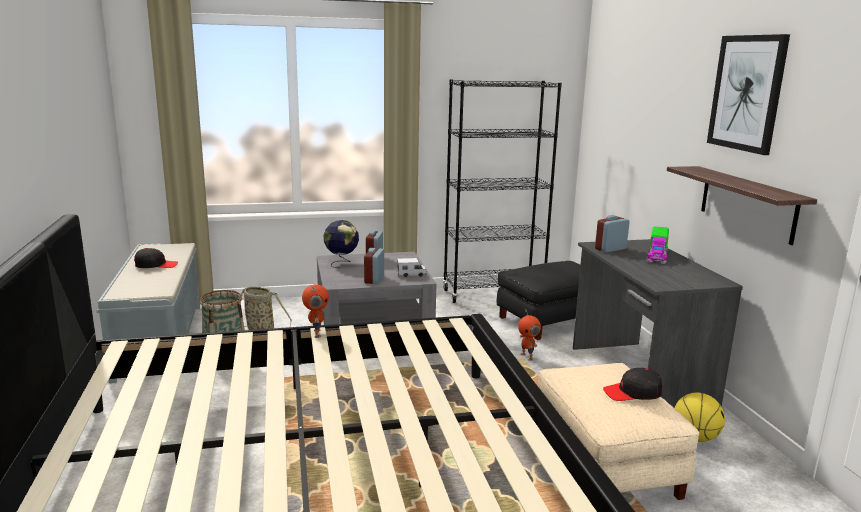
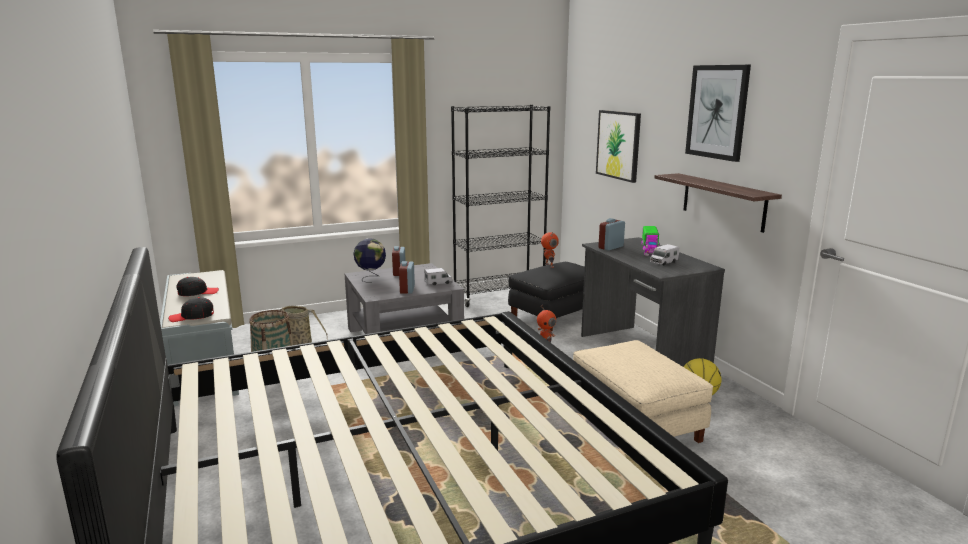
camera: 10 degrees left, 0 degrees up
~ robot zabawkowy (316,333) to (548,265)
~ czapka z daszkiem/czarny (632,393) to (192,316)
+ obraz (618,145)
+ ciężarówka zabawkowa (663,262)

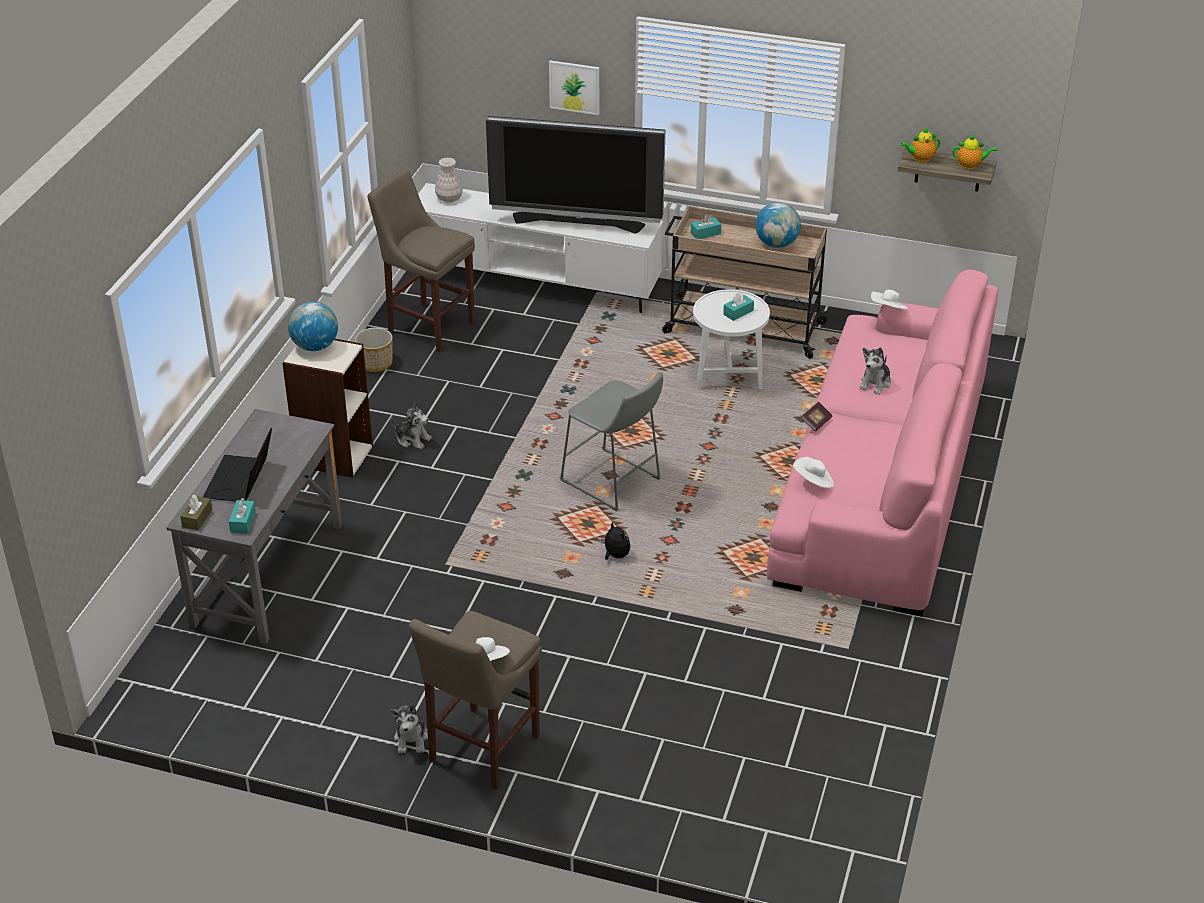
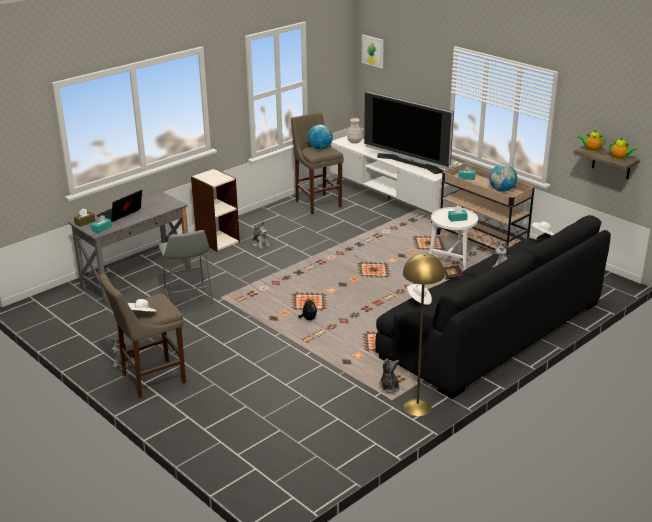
camera: 30 degrees right, 10 degrees down
~ globus (315,346) to (320,148)
- donica (376,363)
~ obraz (574,87) to (373,51)
~ stołek/szary (614,483) to (188,299)
~ kanapa/różowy (881,482) to kanapa/czarny (492,330)
+ pluszak (389,388)
+ lampa stojąca/żółty (417,407)

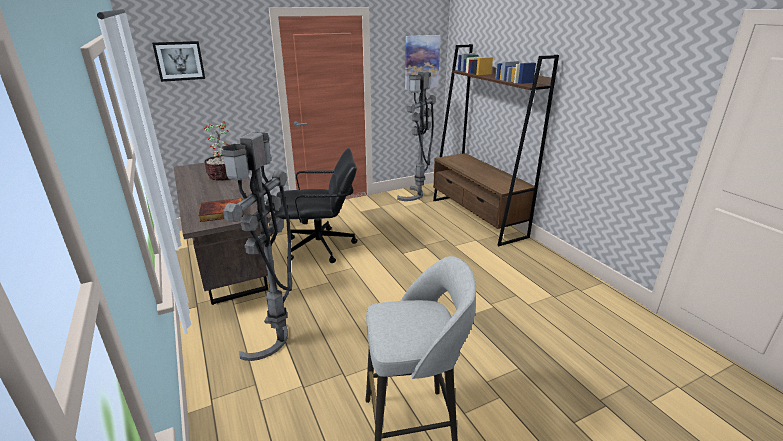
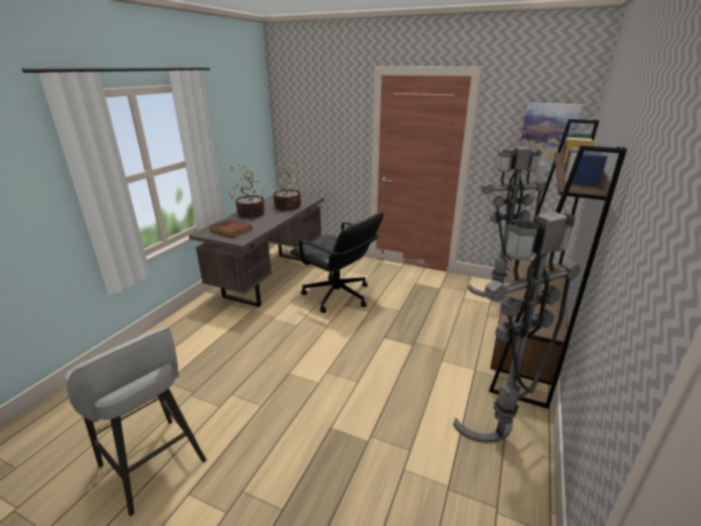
camera: 50 degrees right, 0 degrees up
- obraz (179,61)
~ lampa stojąca/szary (277,342) to (495,433)
+ roślina doniczkowa (250,213)

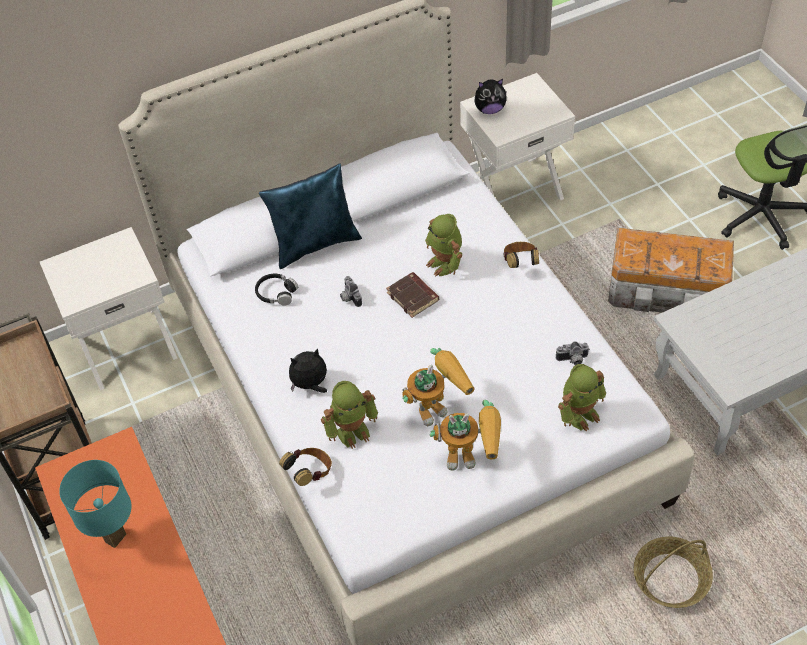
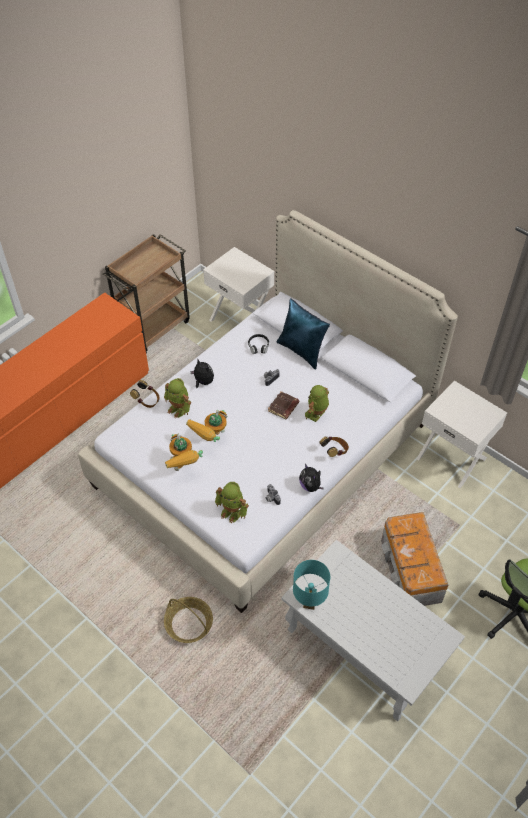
camera: 65 degrees right, 0 degrees up
~ lampa stołowa/turkusowy (115,538) to (308,605)
~ robot zabawkowy (438,405) = (211,441) 90 degrees clockwise
~ pluszak (490,109) to (310,486)

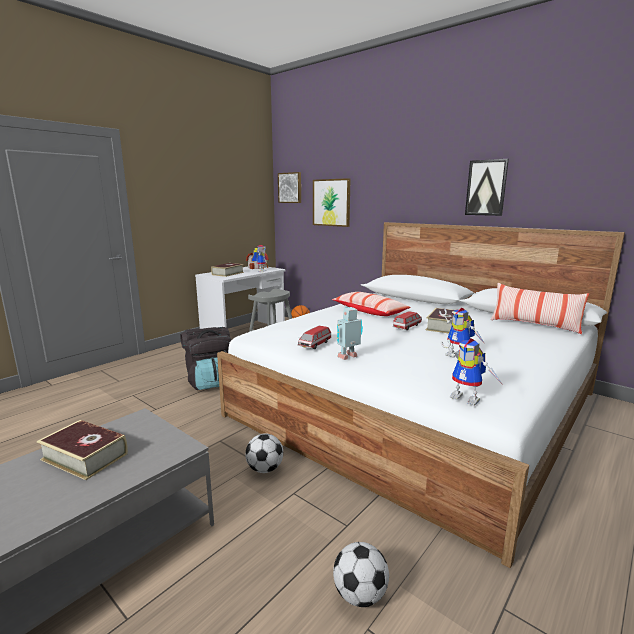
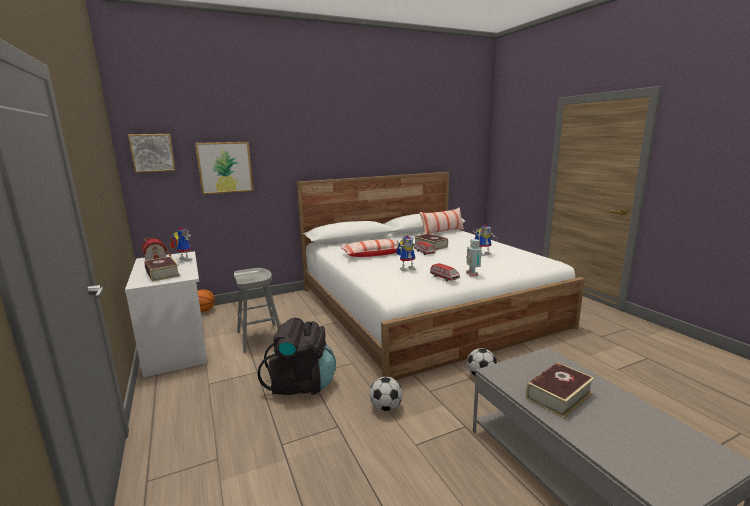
camera: 65 degrees left, 0 degrees up
~ piłka futbolowa (359,595) to (386,407)
~ robot zabawkowy (468,398) to (408,268)
- obraz (486,188)

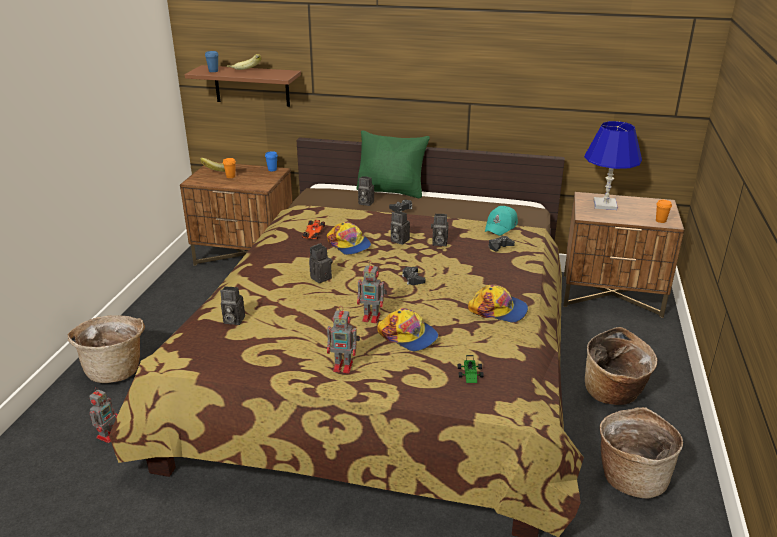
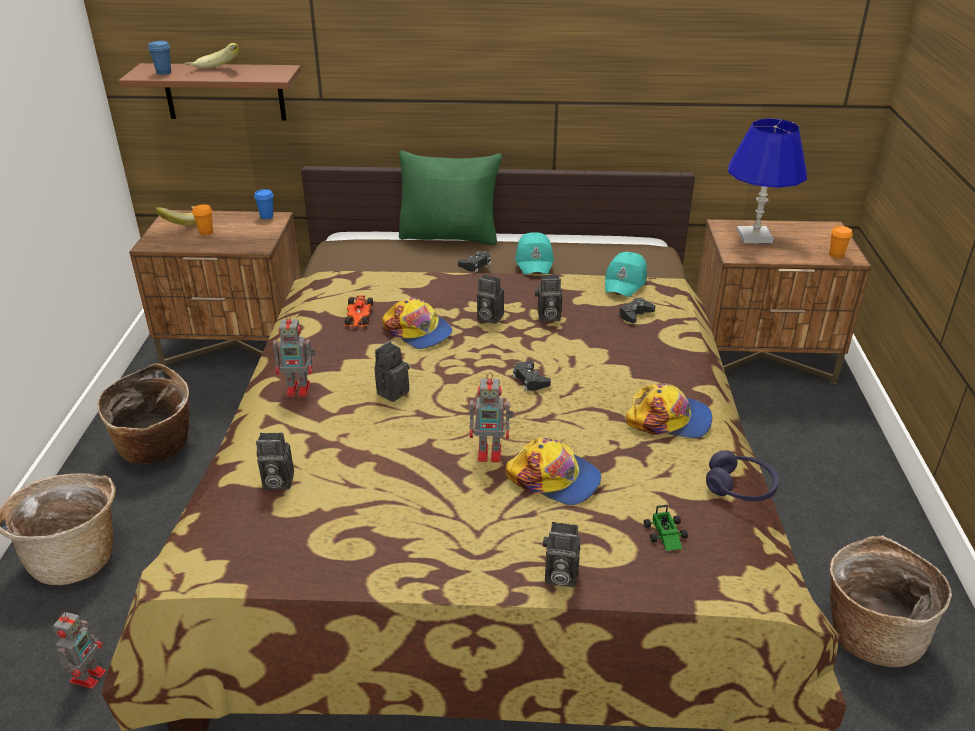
camera: 10 degrees left, 5 degrees up
~ robot zabawkowy (344,366) to (300,389)
~ aparat fotograficzny (365,203) to (559,576)
~ koszyk (614,394) to (156,449)
+ czapka z daszkiem/turkusowy (535,261)
+ słuchawki/fioletowy (740,487)

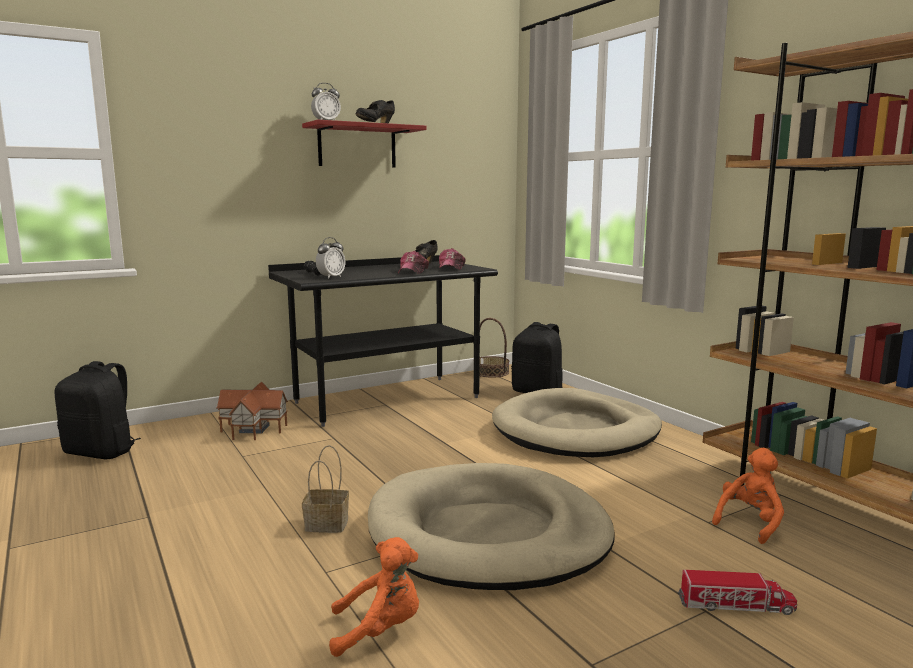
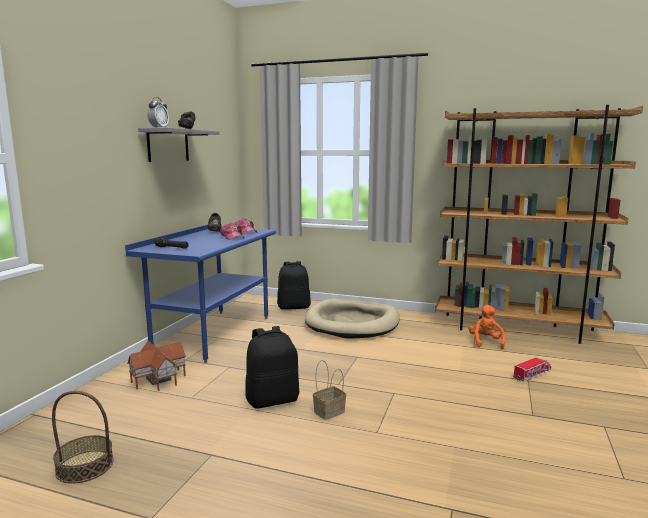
camera: 40 degrees left, 0 degrees up
~ plecak/czarny (102,452) to (272,400)
~ biurko/czarny (387,400) to biurko/niebieski (213,334)
~ półka/czerwony (357,146) to półka/szary (168,145)
- budzik (331,277)
- pluszak/pomarańczowy (380,630)
- legowisko/beżowy (488,533)
~ koszyk (491,372) to (85,466)

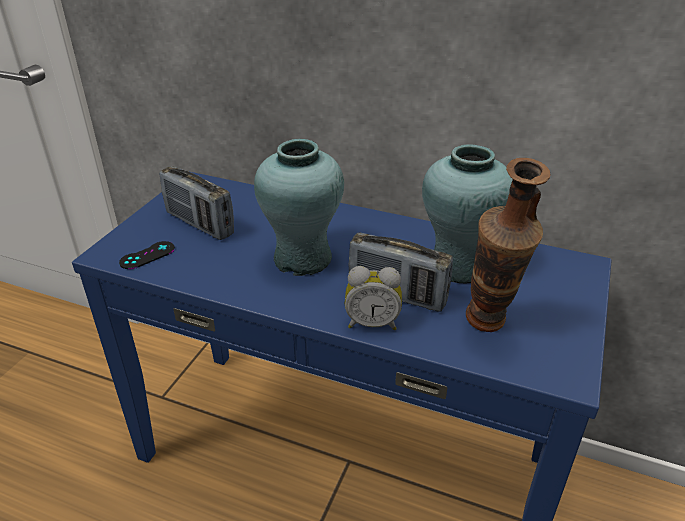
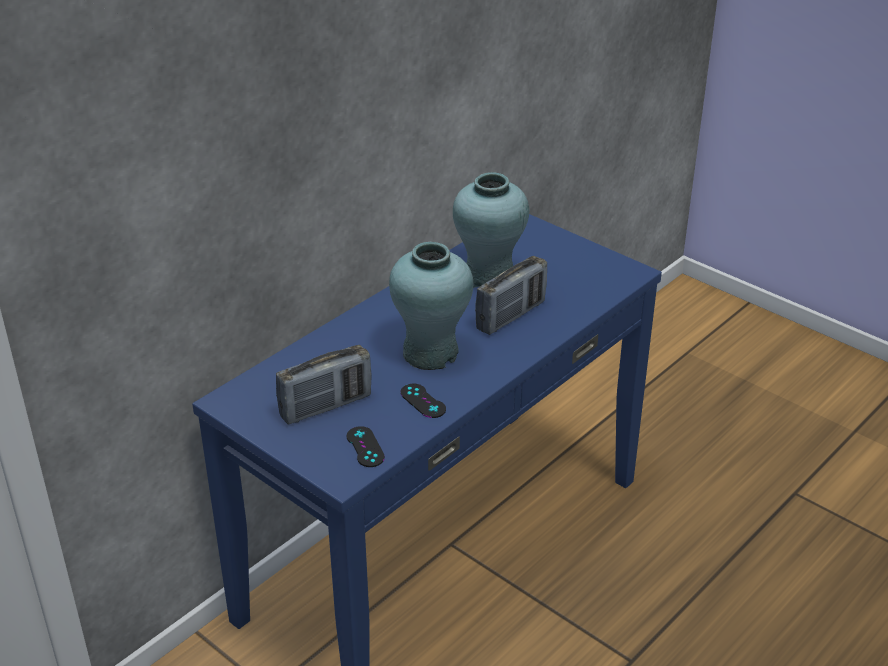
camera: 70 degrees left, 0 degrees up
- budzik (372,323)
- wazon (488,329)
+ pad do gier/czarny (423,401)

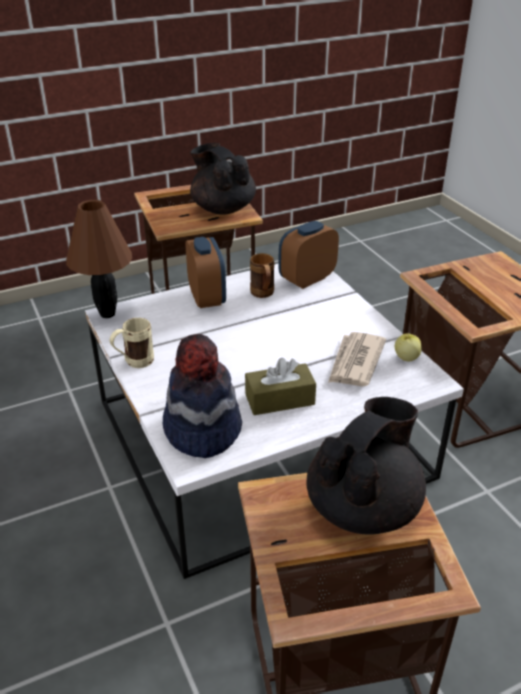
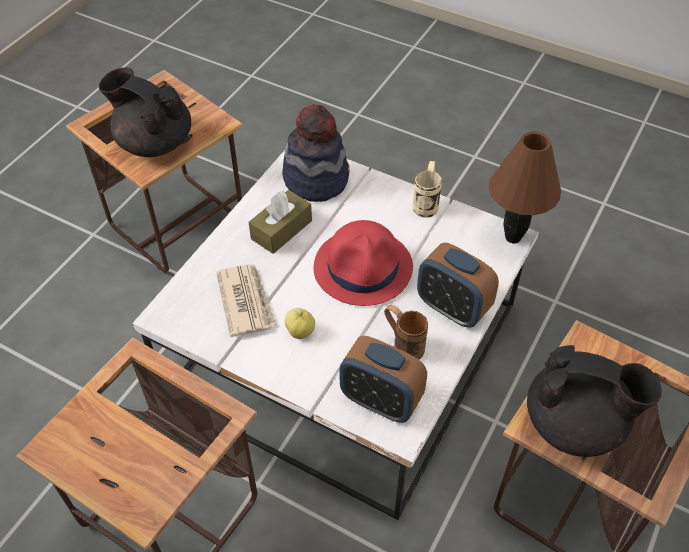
camera: 145 degrees right, 15 degrees up
~ budzik (307,279) = (381,400) 105 degrees clockwise
~ imbryk/czarny (363,507) = (154,142) 120 degrees clockwise
~ jabłko (406,358) to (300,331)
+ kapelusz/czerwony (364,267)

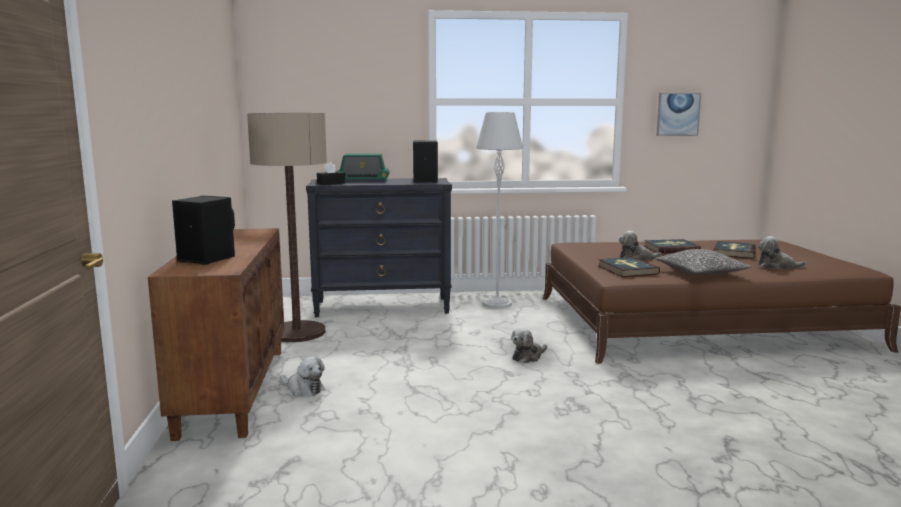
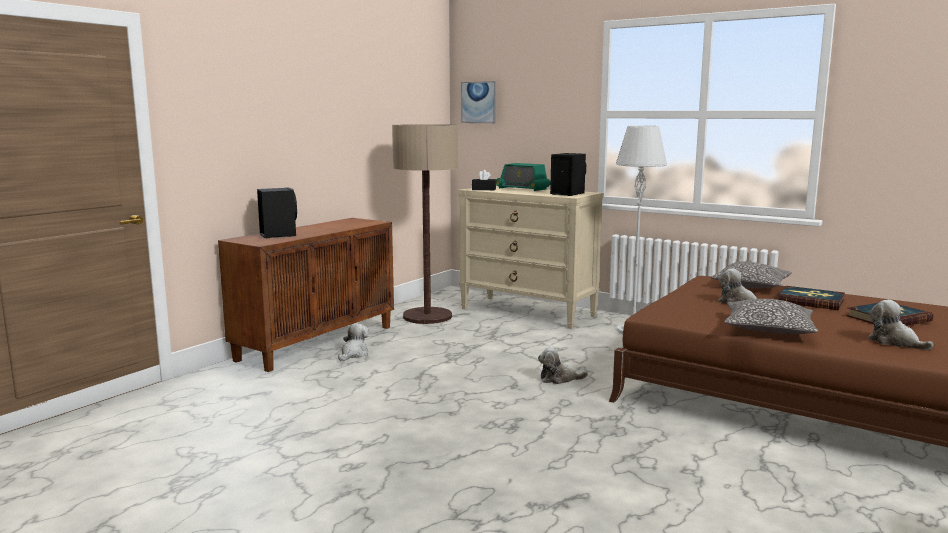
camera: 40 degrees right, 0 degrees up
~ pluszak (303,389) = (354,354) 135 degrees counterclockwise
~ komoda/czarny (383,307) to komoda/beżowy (528,312)
- książka (627,270)
~ obraz (678,114) to (479,102)
+ poduszka (751,286)

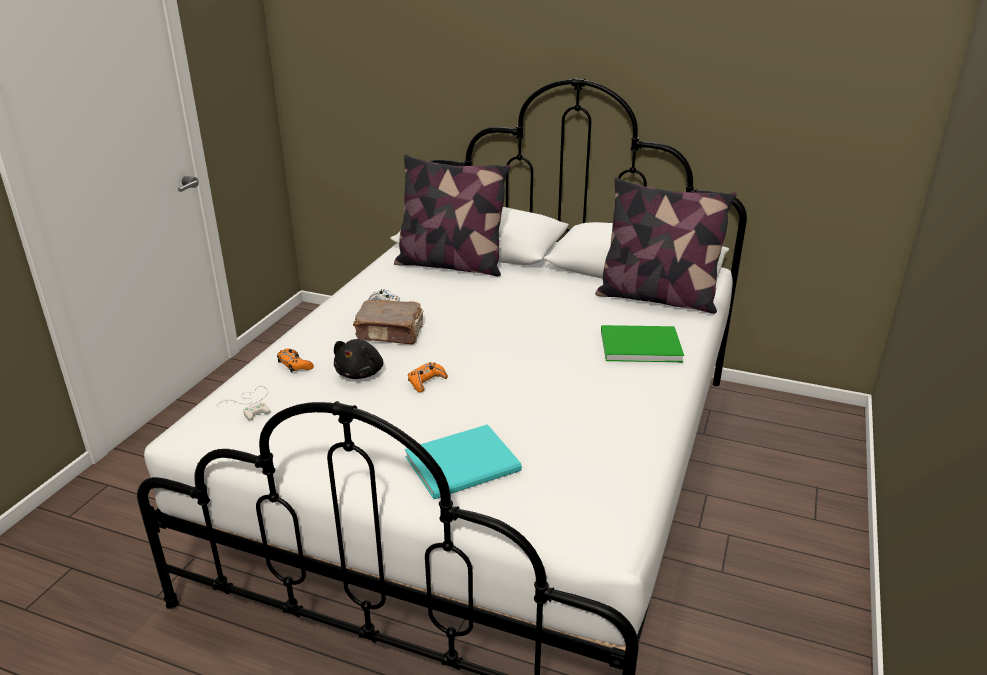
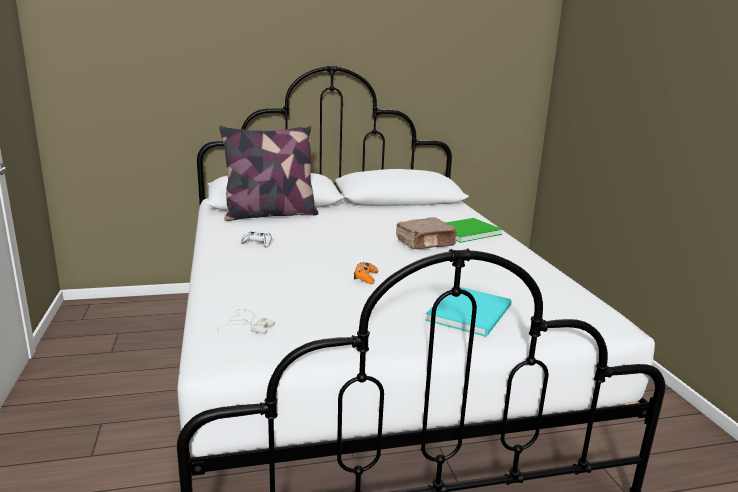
camera: 35 degrees left, 10 degrees down
- pad do gier/pomarańczowy (295,365)
- pluszak/czarny (361,373)
~ książka/brązowy (391,333) to (426,243)
- poduszka (657,298)

